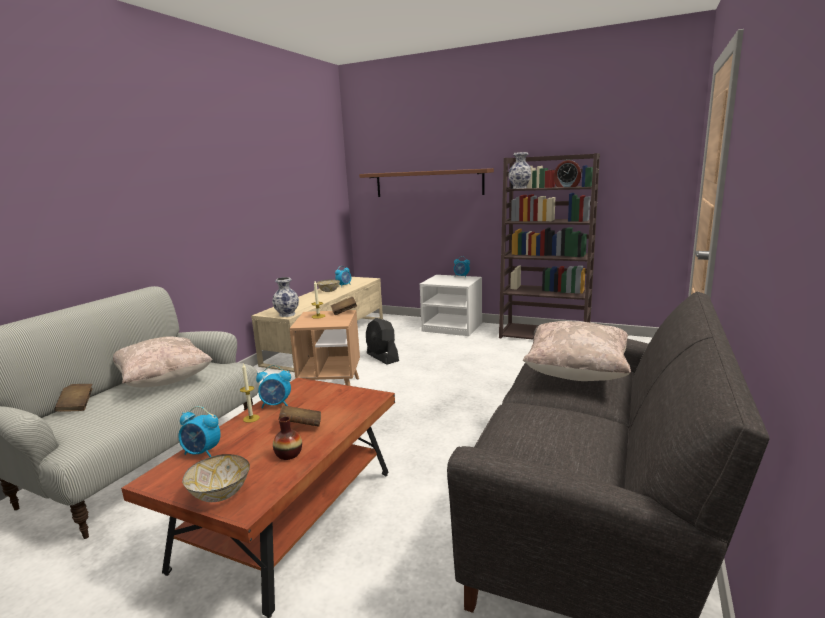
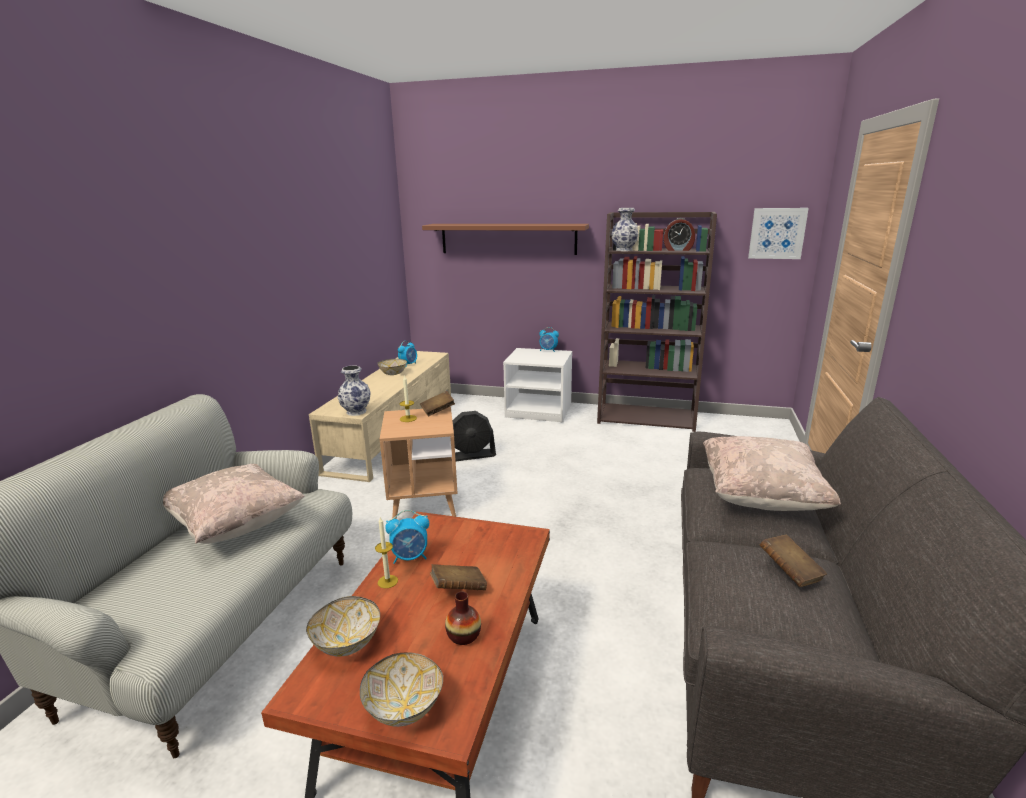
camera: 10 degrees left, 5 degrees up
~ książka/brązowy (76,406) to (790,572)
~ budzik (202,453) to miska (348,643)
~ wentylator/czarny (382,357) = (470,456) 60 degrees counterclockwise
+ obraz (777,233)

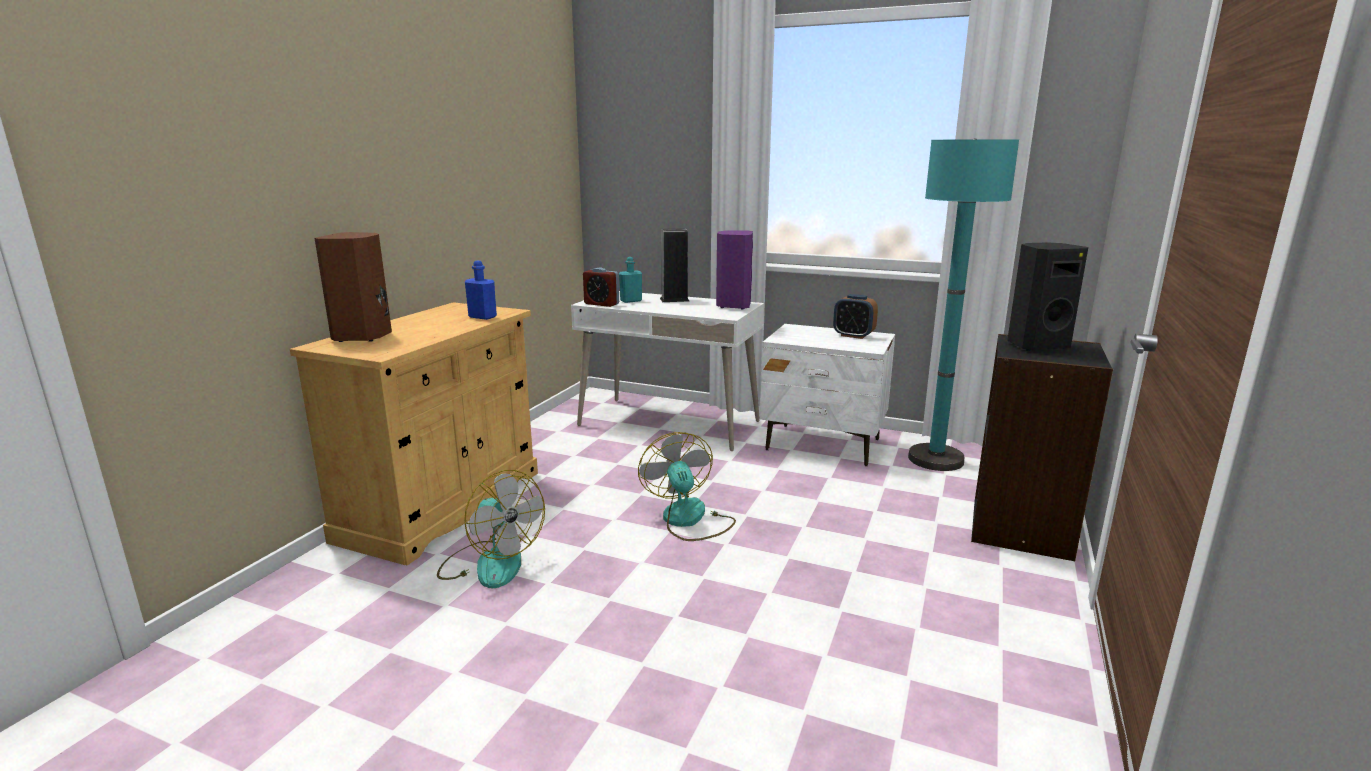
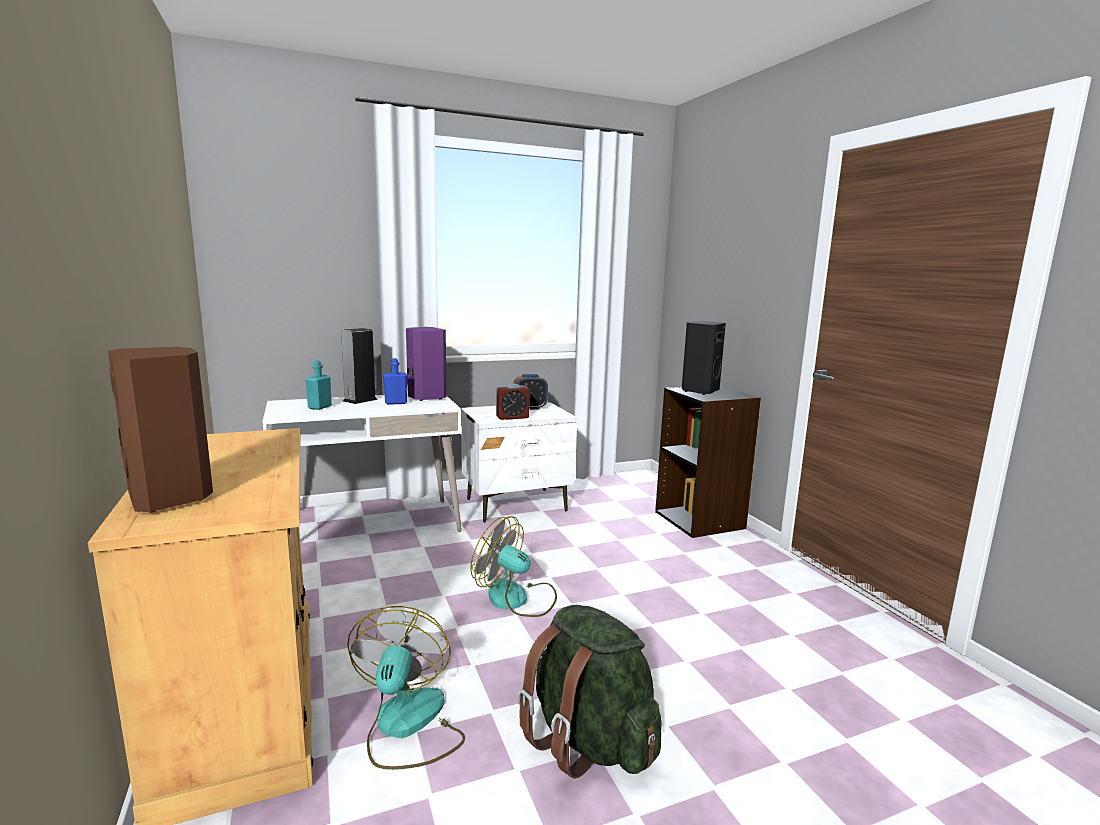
camera: 45 degrees left, 5 degrees down
~ wentylator (491,563) = (407,726) 90 degrees counterclockwise
~ butelka/niebieski (482,317) to (396,403)
~ budzik (601,304) to (512,417)
- lampa stojąca/turkusowy (935,459)
+ plecak/zielony (589,741)

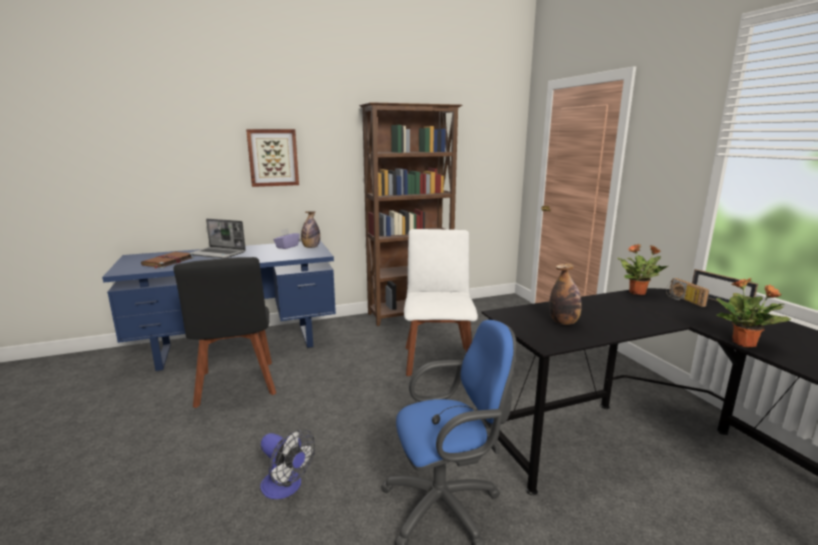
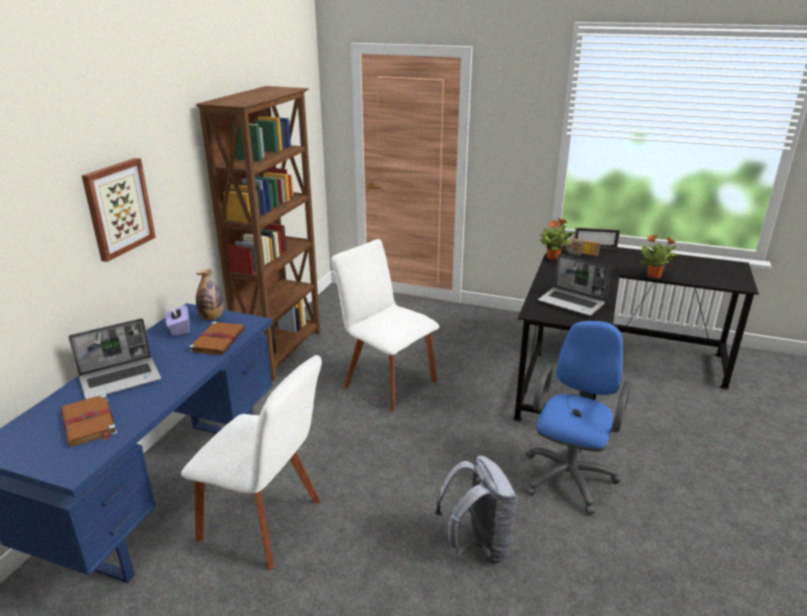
camera: 50 degrees left, 10 degrees up
~ krzesło/czarny (236,386) to krzesło/biały (266,522)
~ wentylator (286,487) to plecak/szary (477,546)
~ butelka (563,322) to laptop (572,302)
+ książka/brązowy (218,340)

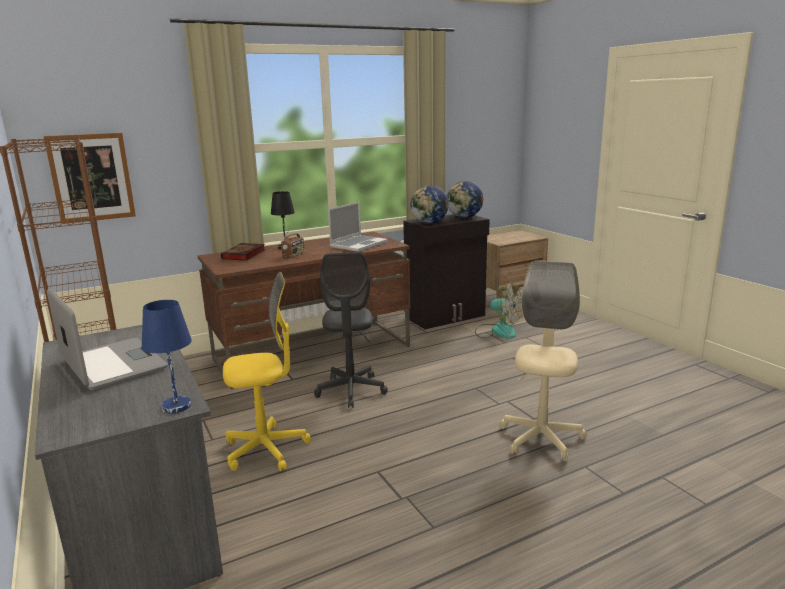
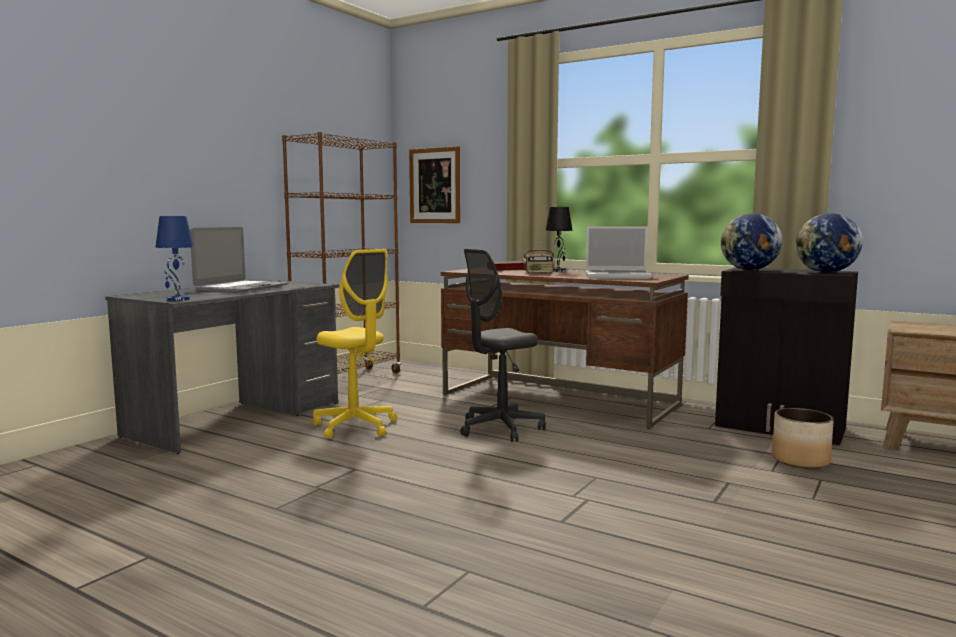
camera: 60 degrees right, 10 degrees down
~ wentylator (497,331) to donica (801,460)
- krzesło biurowe/beżowy (541,438)

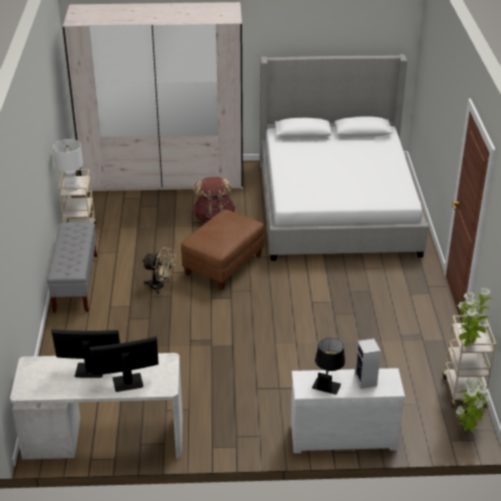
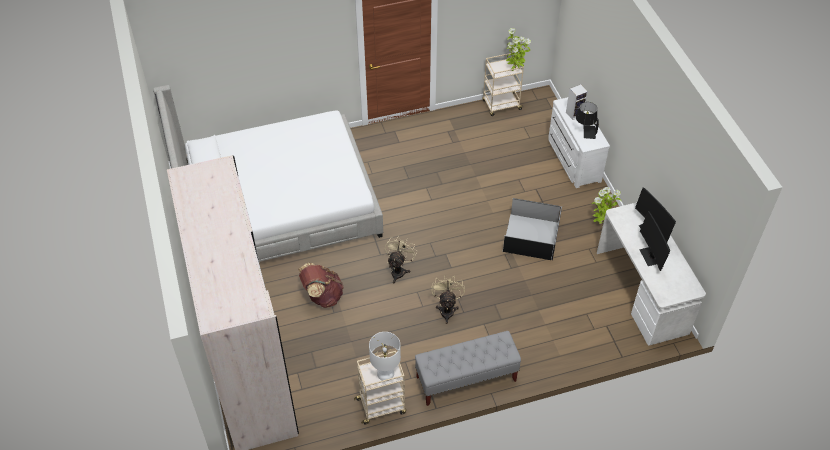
camera: 105 degrees left, 15 degrees up
~ pufa/brązowy (223,265) to wentylator/beżowy (399,270)
~ roślina doniczkowa (466,431) to (601,223)
+ pojemnik do przechowywania/czarny (531,236)

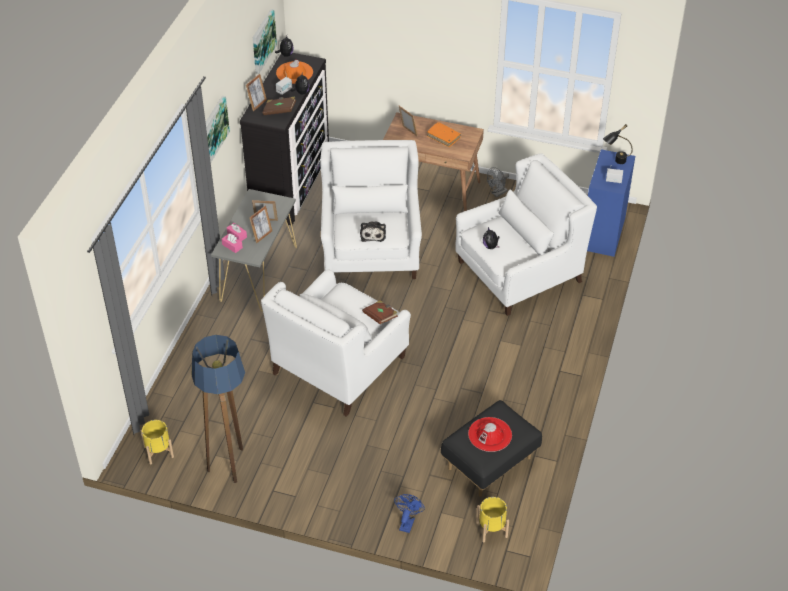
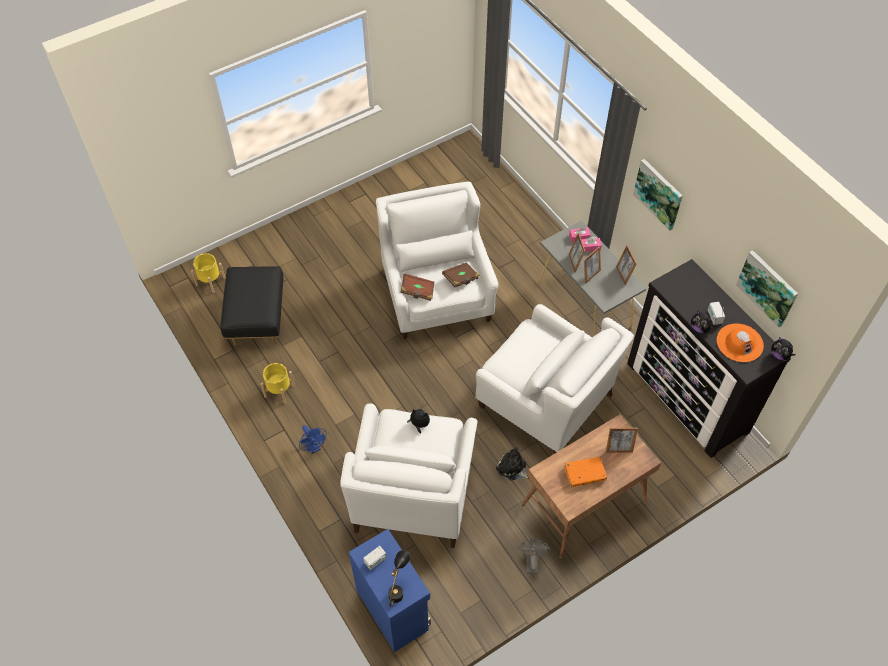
camera: 130 degrees right, 10 degrees up
~ donica/żółty (158,452) to (279,390)
- lampa stojąca (230,464)
~ ramka na zdjęcie (257,104) to (623,275)
~ książka/brązowy (279,111) to (461,279)
~ pluszak (373,234) to (512,468)
~ wentylator/niebieski (407,522) to (314,447)
- kapelusz/czerwony (490,434)

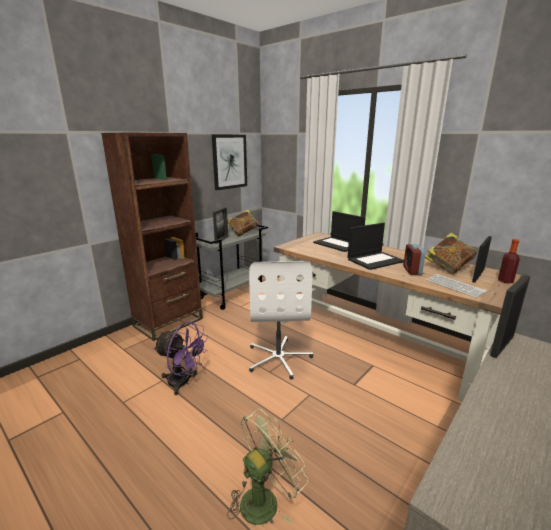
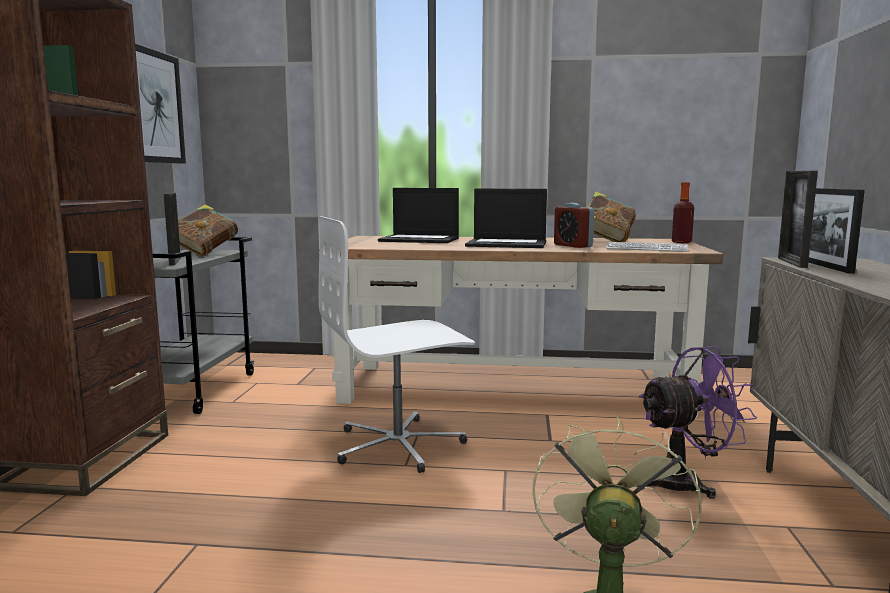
camera: 35 degrees left, 10 degrees down
~ wentylator/fioletowy (184,383) to (686,482)
~ krzesło biurowe/biały (279,358) = (399,445) 105 degrees clockwise
~ laptop (375,260) = (507,244) 75 degrees clockwise
~ ramka na zdjęcie (478,275) to (826,266)

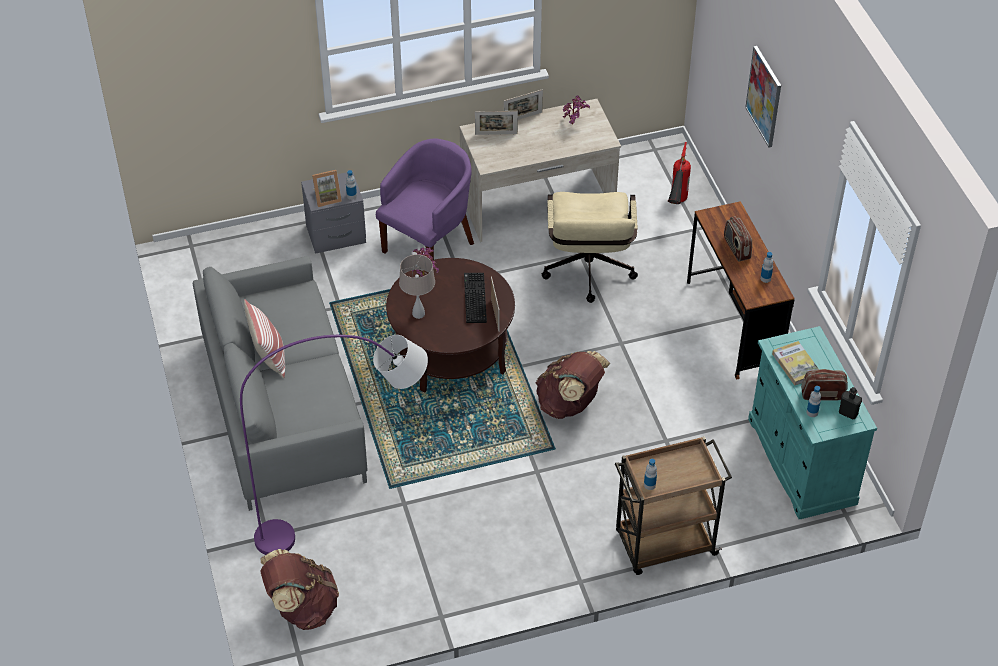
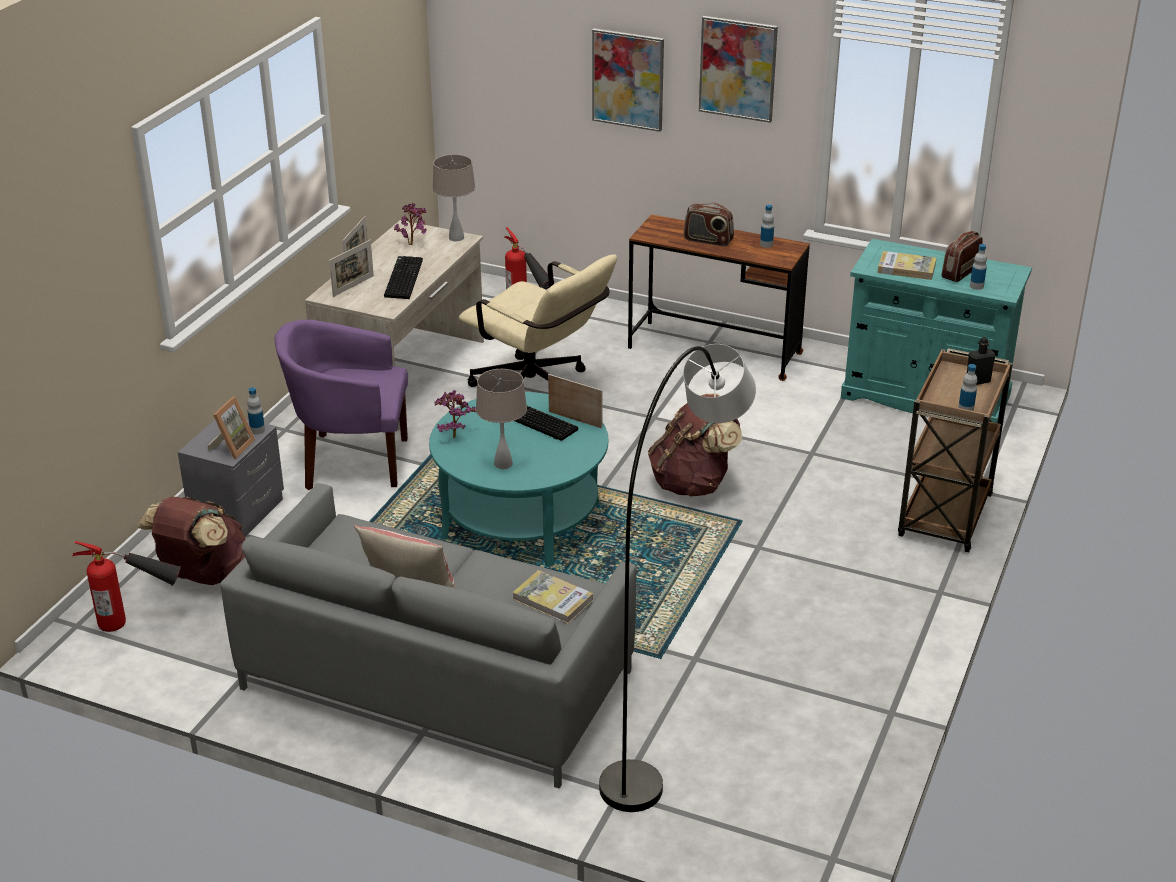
camera: 50 degrees left, 15 degrees down
~ lampa stojąca/fioletowy (349,521) to lampa stojąca/szary (673,713)
~ plecak/brązowy (302,608) to (203,576)
~ fotel/fioletowy (429,244) = (351,461) 75 degrees counterclockwise
~ ława/brązowy (451,351) to ława/turkusowy (521,520)
~ butelka/czarny (848,413) to (978,381)
+ gaśnica (138,622)
+ klawiatura (402,278)
+ lampa stołowa/beżowy (456,238)
+ książka (553,600)
+ obraz (738,68)

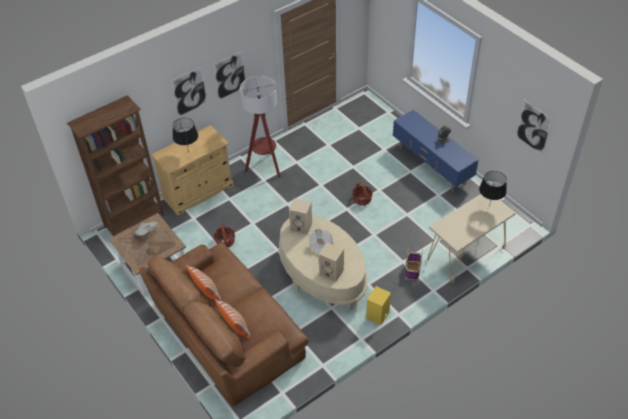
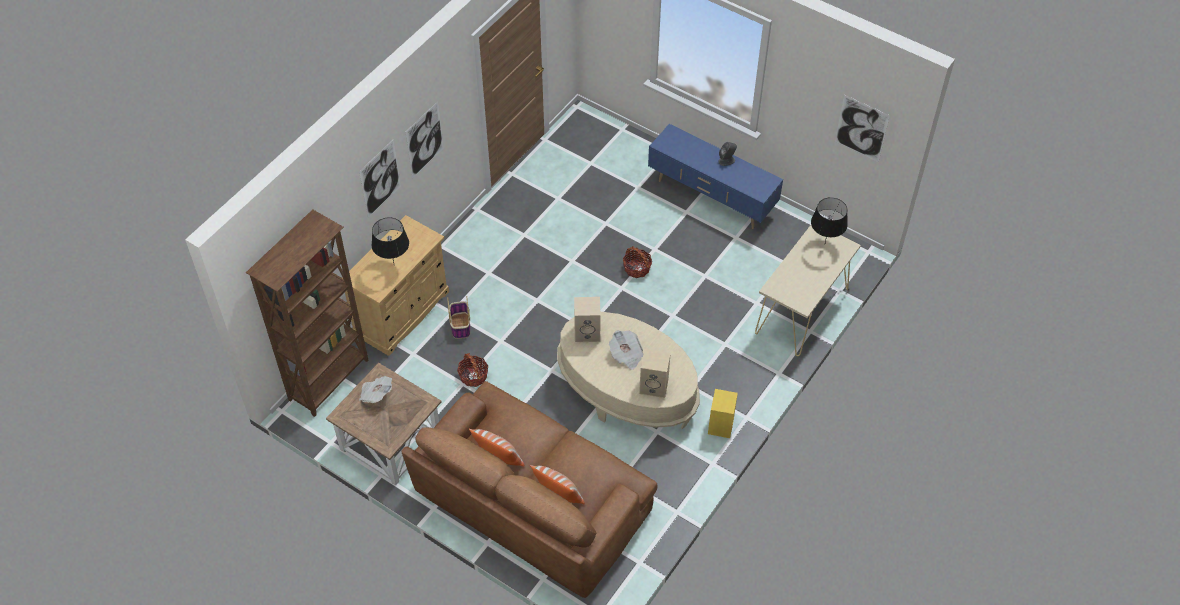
camera: 20 degrees left, 5 degrees up
- lampa stojąca (265,167)
~ koszyk (412,270) to (460,325)

